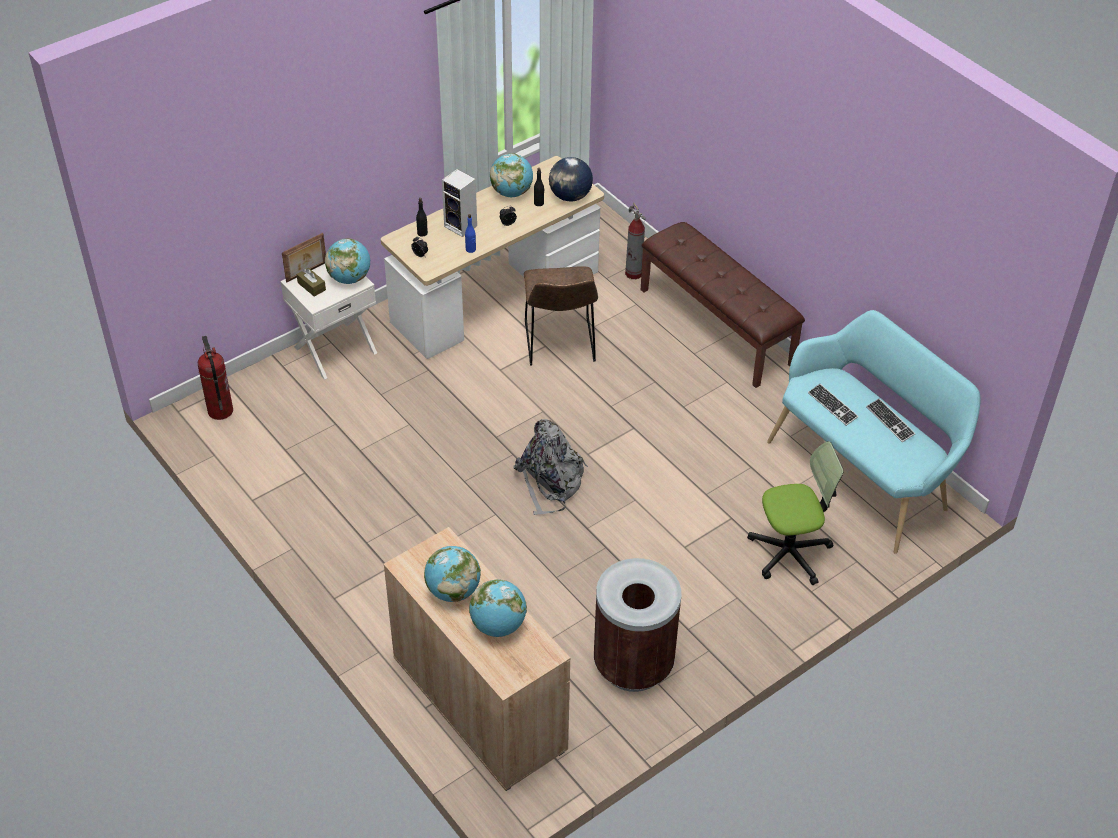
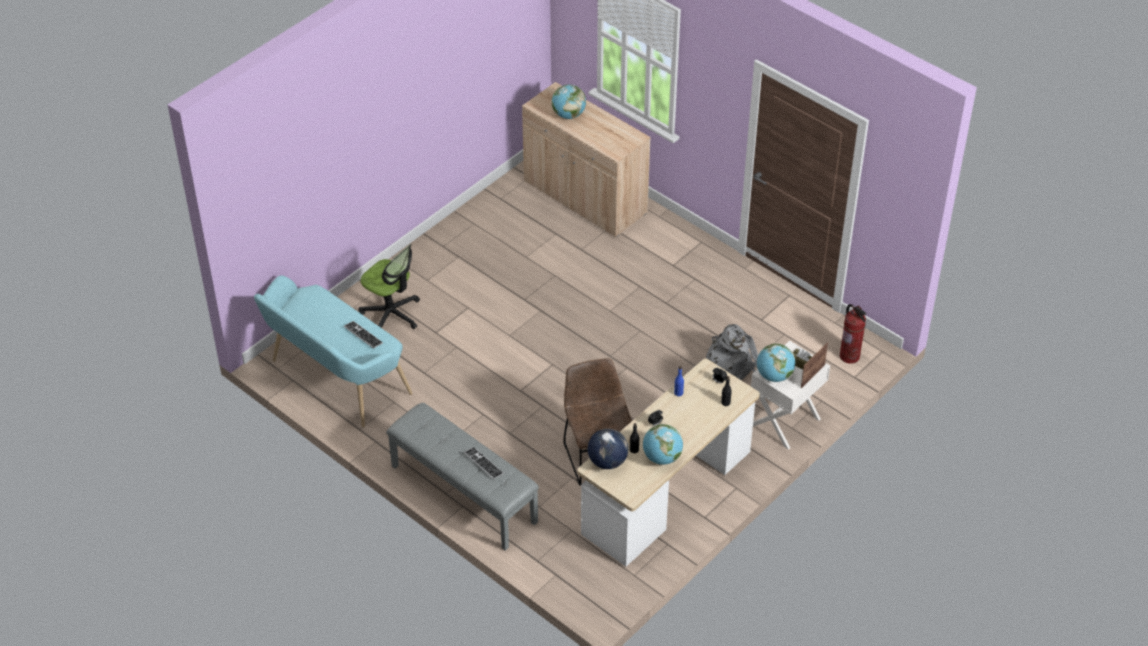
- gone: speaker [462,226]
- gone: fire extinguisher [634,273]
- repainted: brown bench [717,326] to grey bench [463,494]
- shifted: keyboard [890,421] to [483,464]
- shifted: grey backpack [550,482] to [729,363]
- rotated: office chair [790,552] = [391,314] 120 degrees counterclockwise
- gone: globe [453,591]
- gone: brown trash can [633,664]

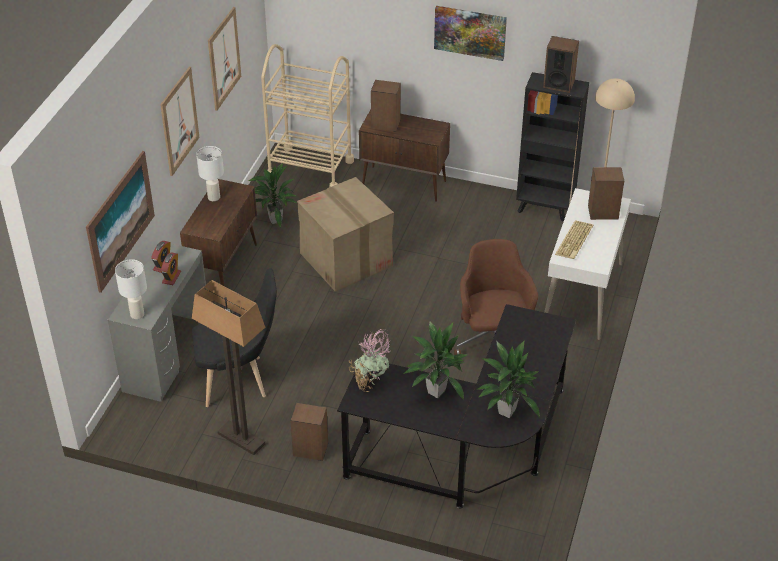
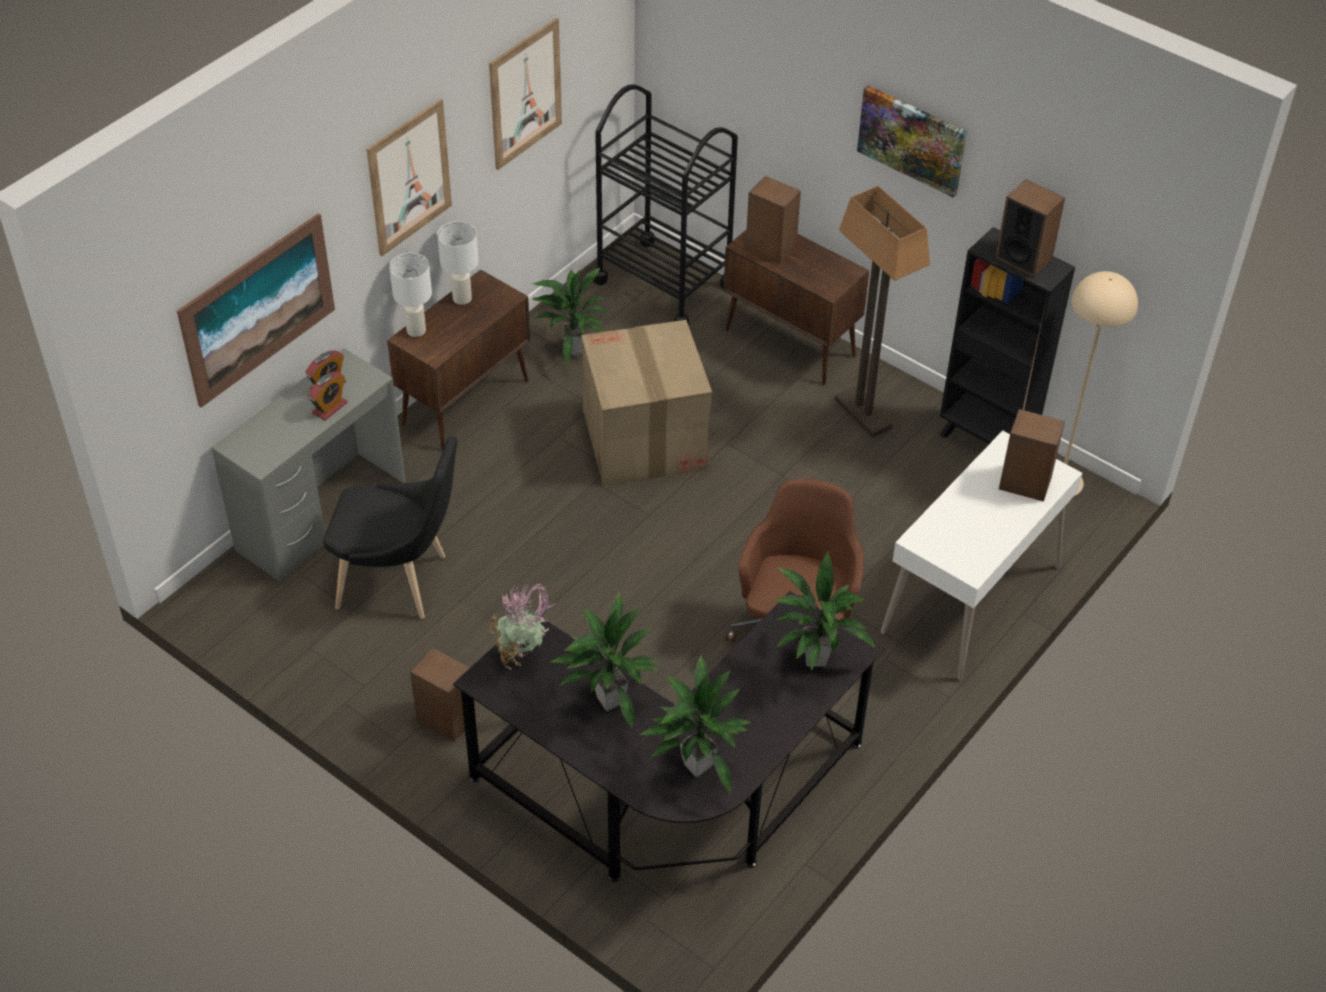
- repainted: beige cart [310,169] to black cart [664,283]
- gone: keyboard [575,241]
- shifted: white table lamp [137,314] to [416,330]
- shifted: floor lamp [240,439] to [862,413]
- new: potted plant [814,659]

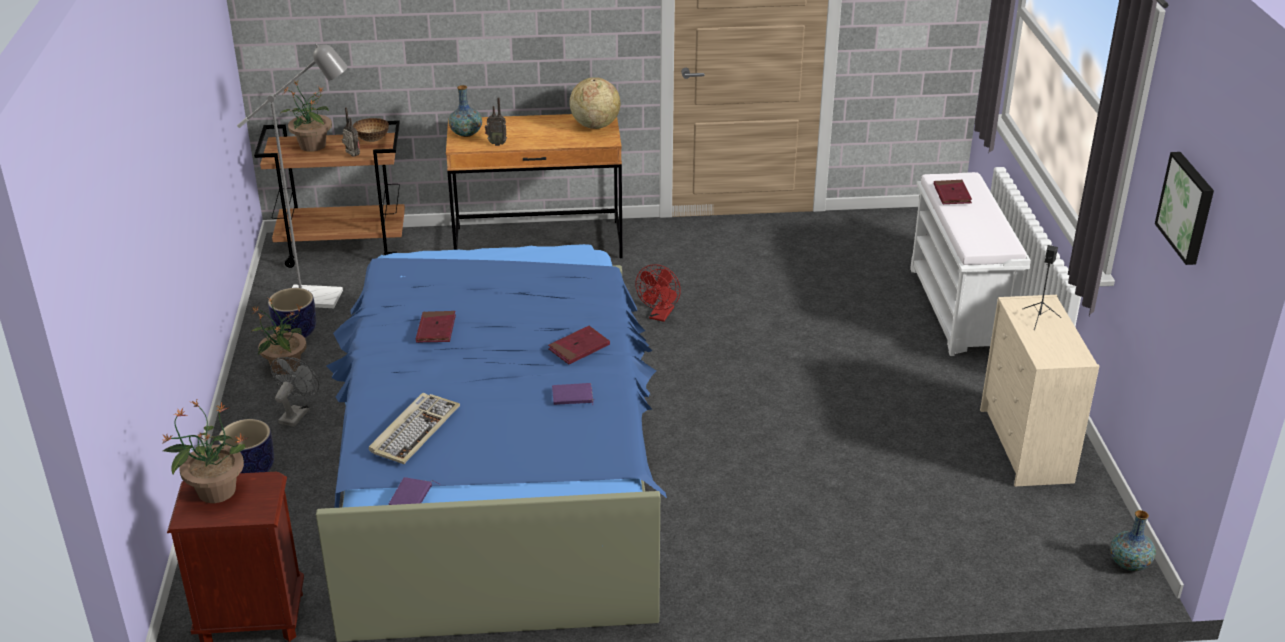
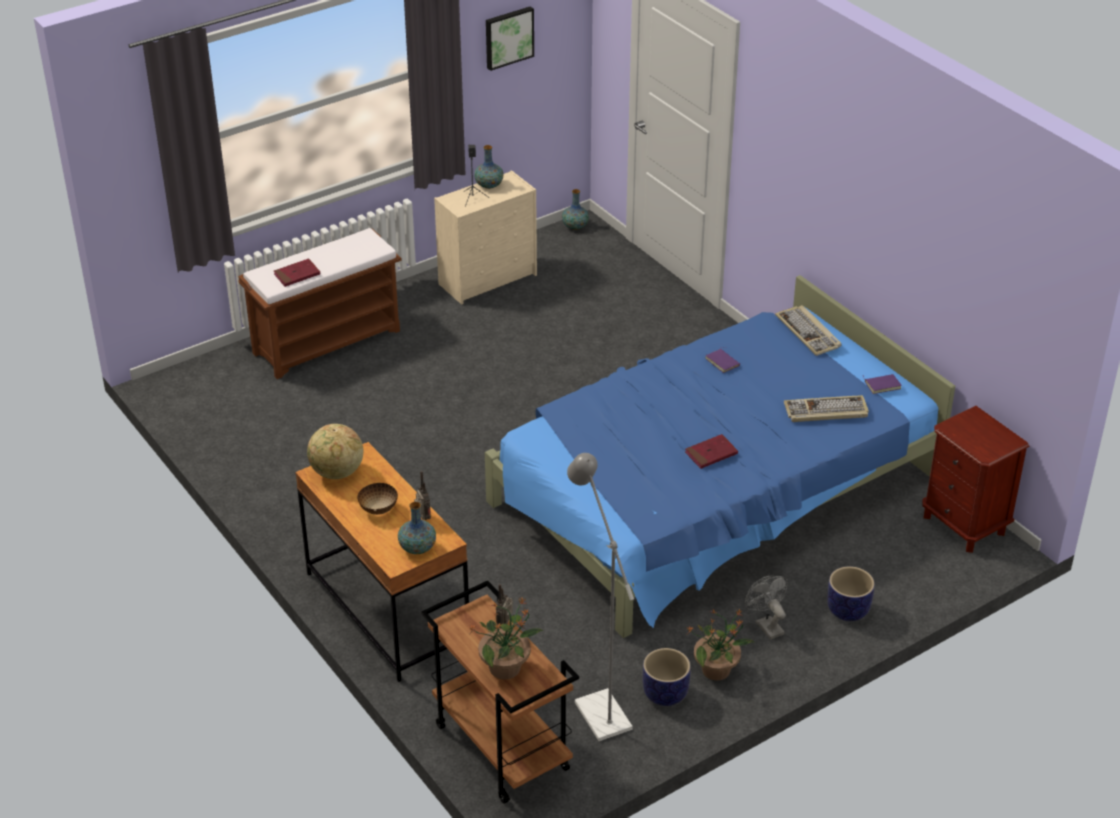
- shifted: bowl [373,139] to [378,509]
- repainted: white bench [959,310] to brown bench [328,341]
- gone: red fan [660,316]
- gone: red book [579,348]
- rotated: grey fan [296,414] = [766,625] 75 degrees clockwise
- gone: potted plant [215,491]
- new: vase [489,185]
- new: keyboard [809,333]

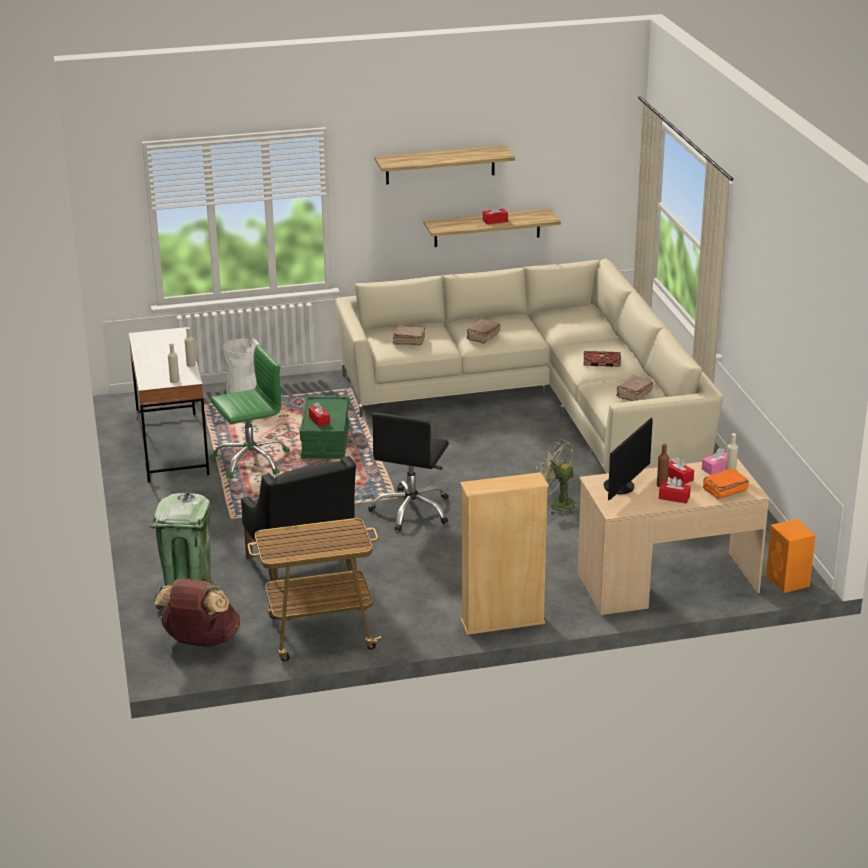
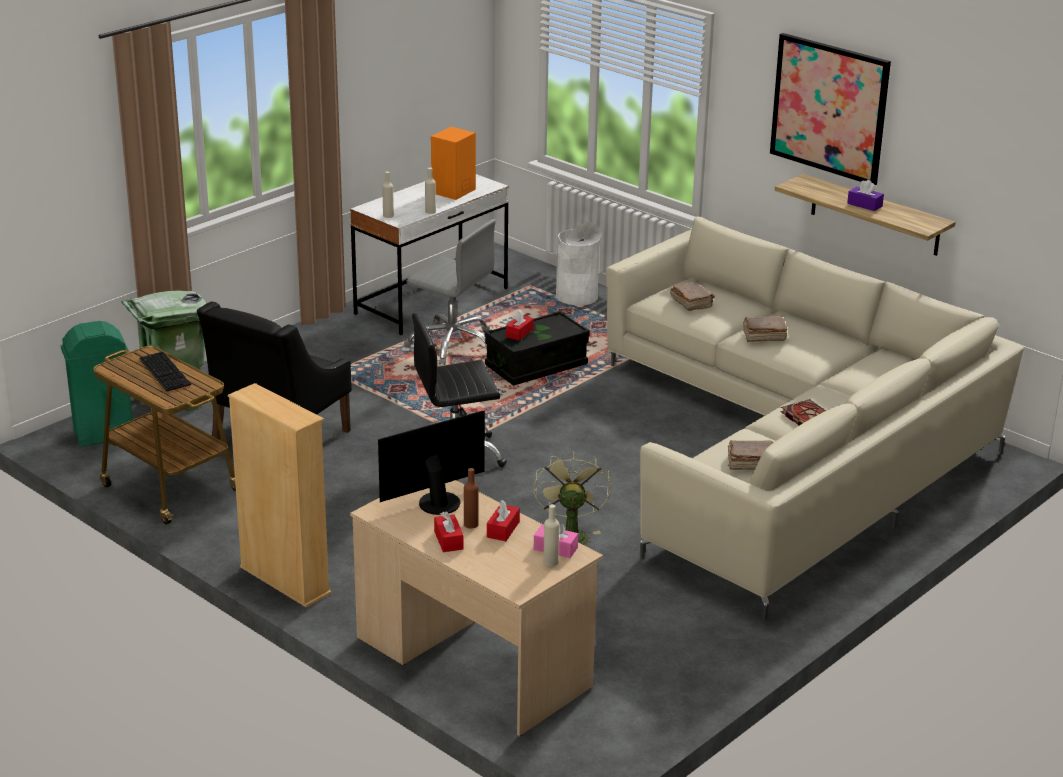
- swapped: shelf [440,165] to picture [829,108]
- repainted: red tissue box [495,221] to purple tissue box [864,205]
- repainted: green office chair [251,460] to grey office chair [453,344]
- repainted: green storage box [325,442] to black storage box [536,366]
- rotated: monitor [622,487] = [436,501] 150 degrees clockwise
- gone: orange book [724,490]
- shifted: orange speaker [788,581] to [452,191]
- swapped: brown backpack [201,641] to green trash can [103,435]
- new: keyboard [166,372]

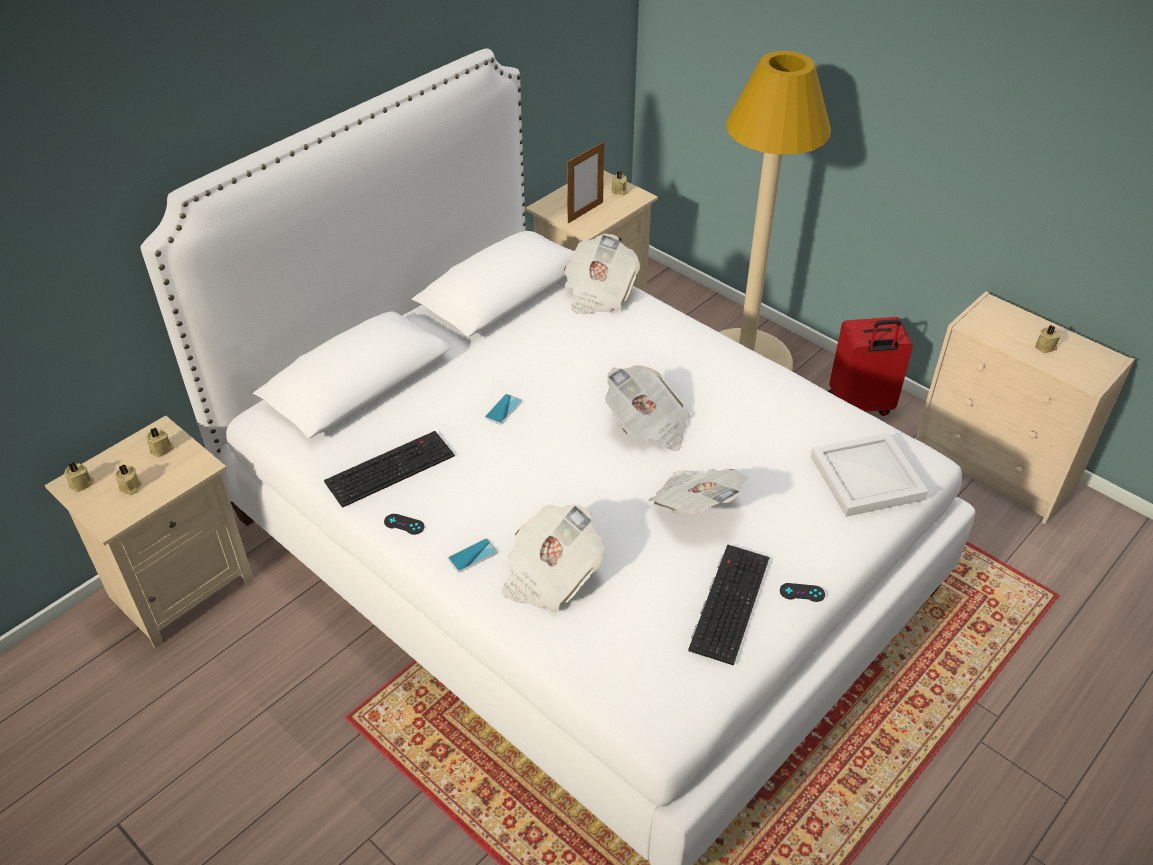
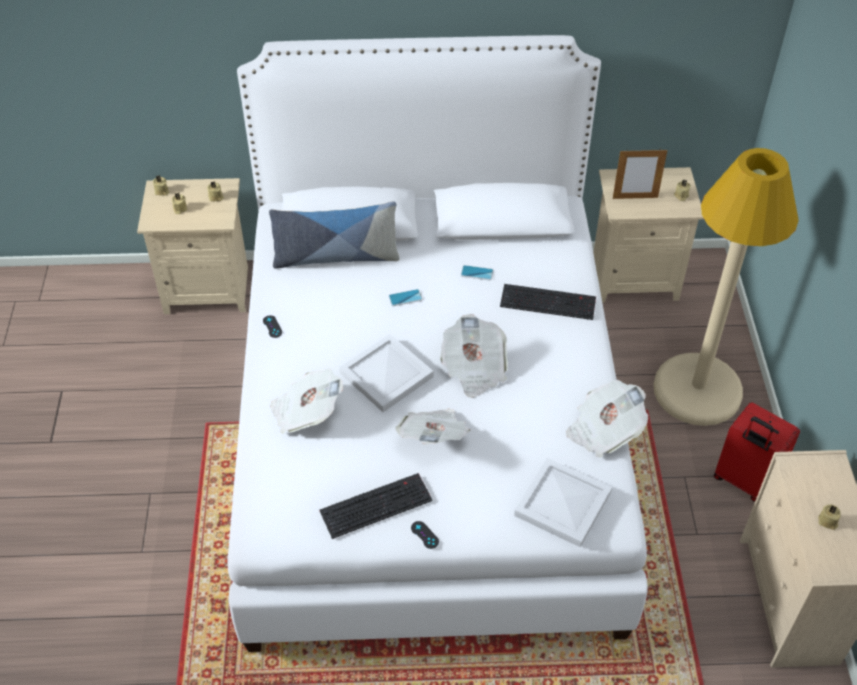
- shifted: newspaper [598,293] to [604,430]
- shifted: keyboard [390,467] to [549,301]
- shifted: phone [472,556] to [477,273]
- new: pillow [336,257]
- new: white tray [385,375]

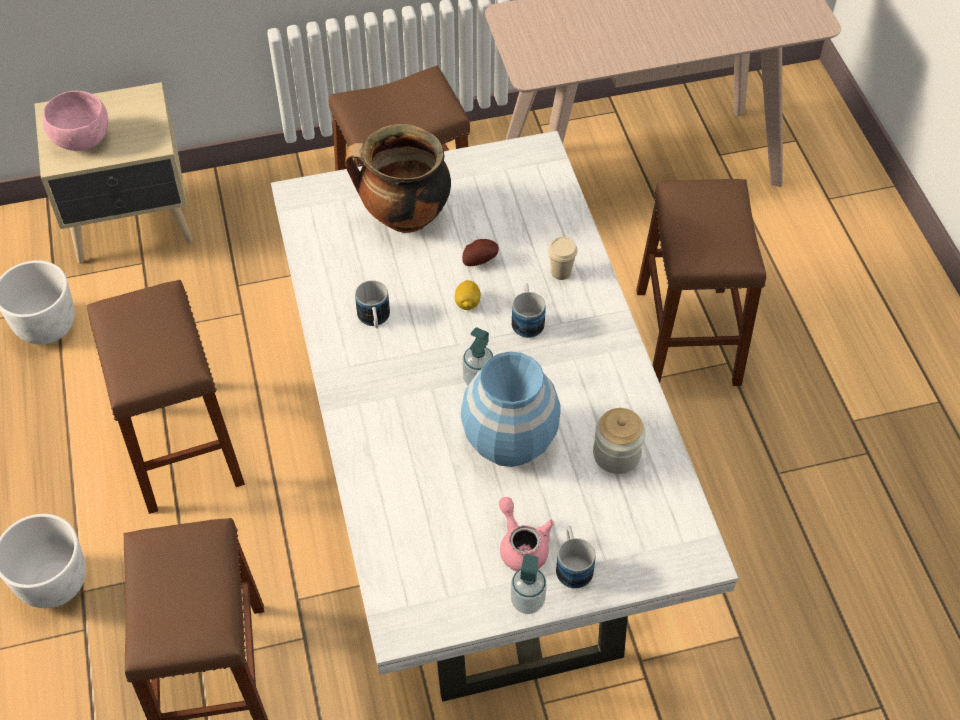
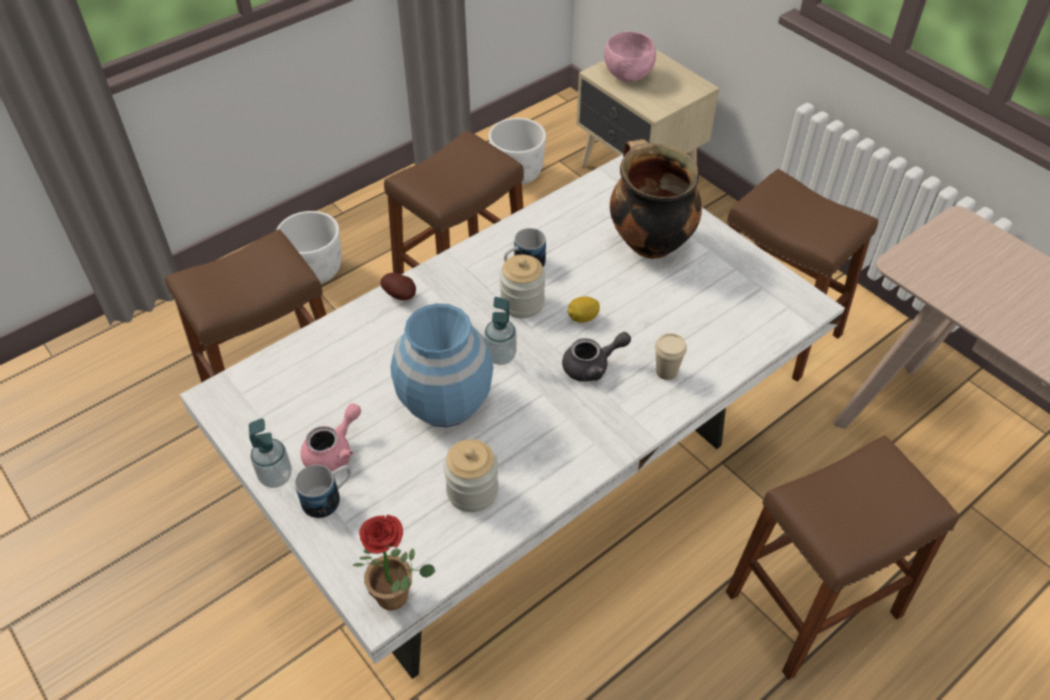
- shifted: potato [479,260] to [401,295]
- swapped: mug [527,319] to grey teapot [592,366]
- new: jar [522,303]
- new: potted plant [399,596]

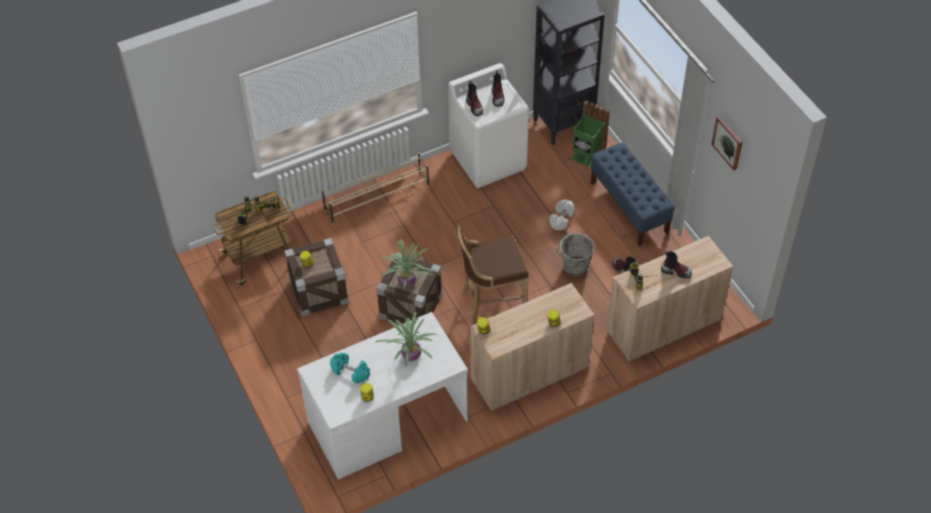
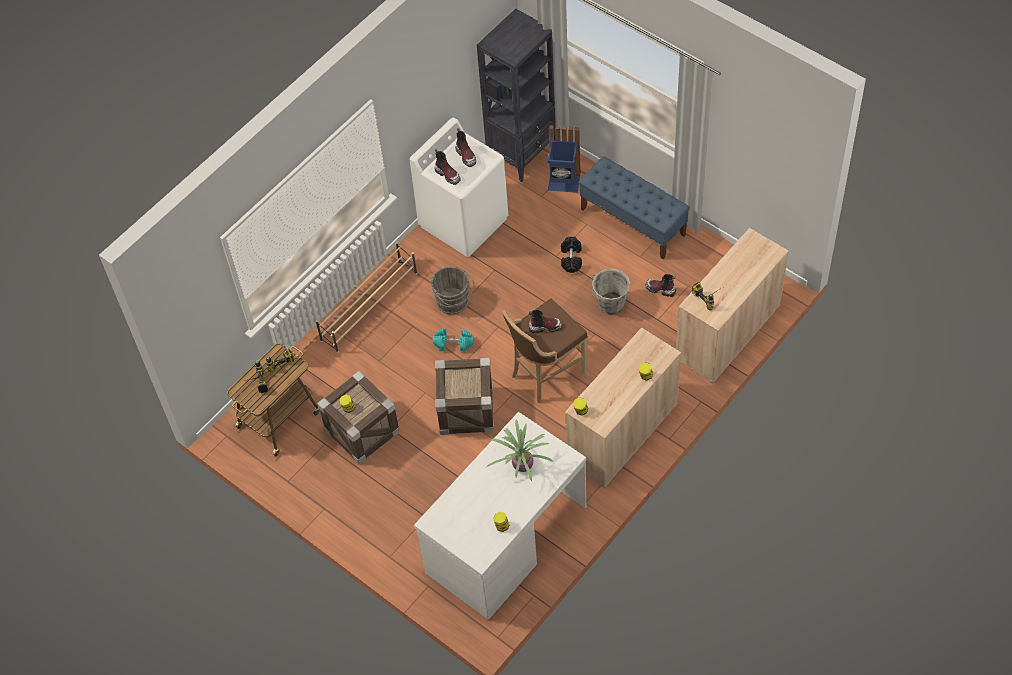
- repainted: green trash can [587,157] to blue trash can [564,182]
- gone: picture [728,142]
- repainted: white dumbbell [561,219] to black dumbbell [571,259]
- gone: potted plant [408,281]
- shifted: boot [676,271] to [545,327]
- shifted: turquoise dumbbell [350,372] to [453,343]
- new: grey bucket [454,303]

